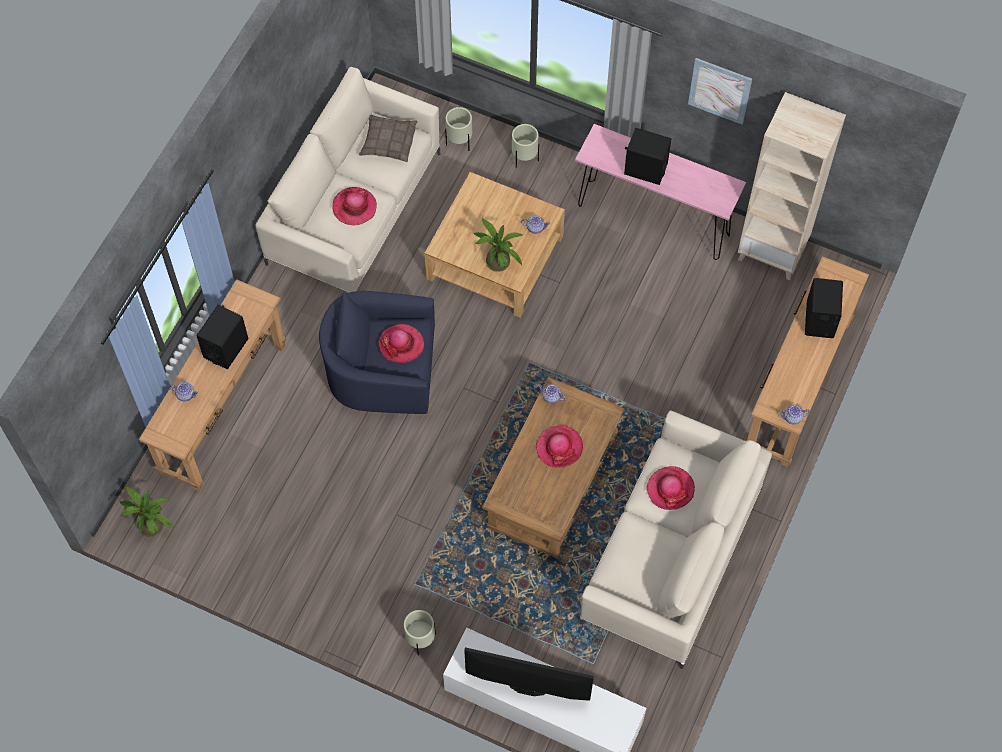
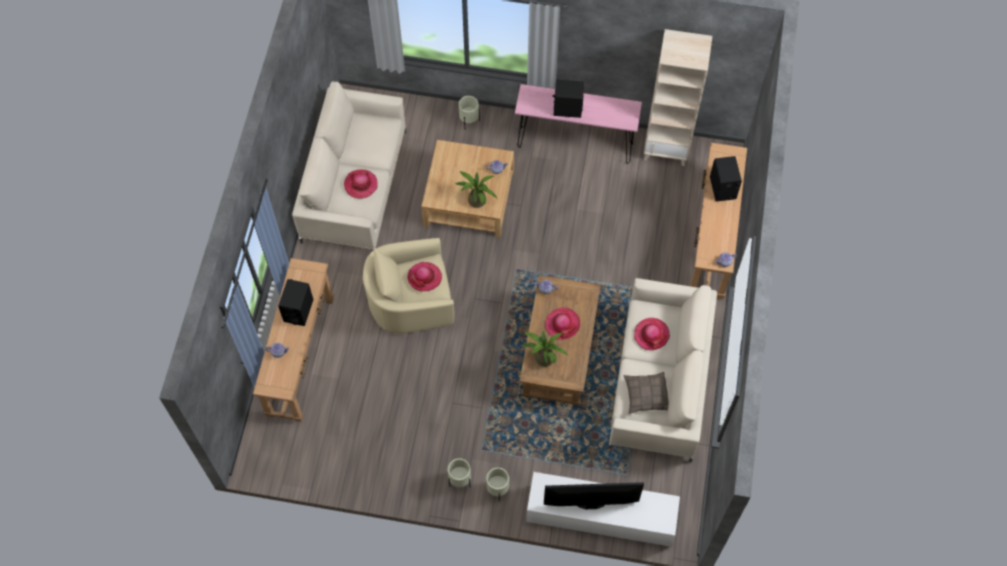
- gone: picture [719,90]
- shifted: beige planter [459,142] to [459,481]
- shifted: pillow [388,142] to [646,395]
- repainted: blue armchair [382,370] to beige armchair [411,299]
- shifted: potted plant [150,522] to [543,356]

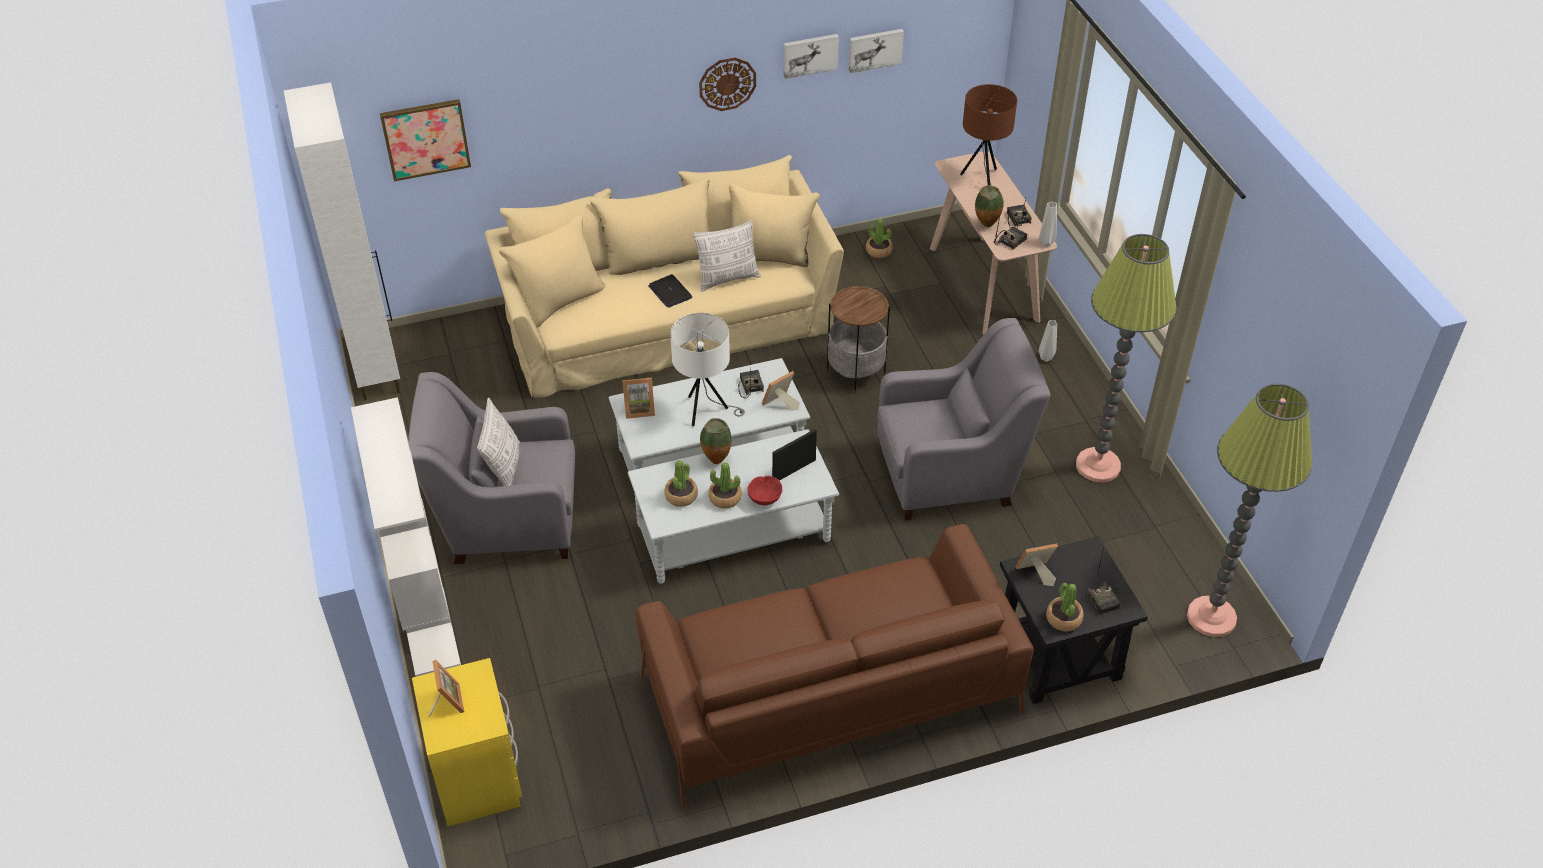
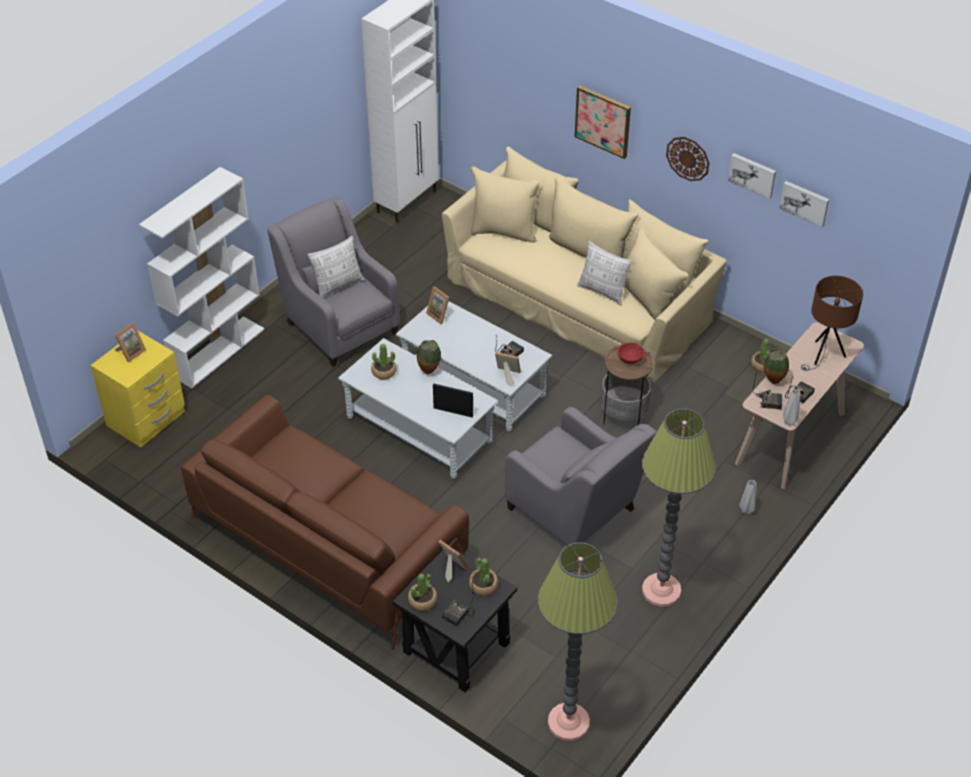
- shifted: picture [425,139] to [603,121]
- gone: laptop [670,292]
- gone: white table lamp [706,411]
- shifted: potted plant [725,498] to [483,585]
- shifted: red bowl [764,498] to [630,359]

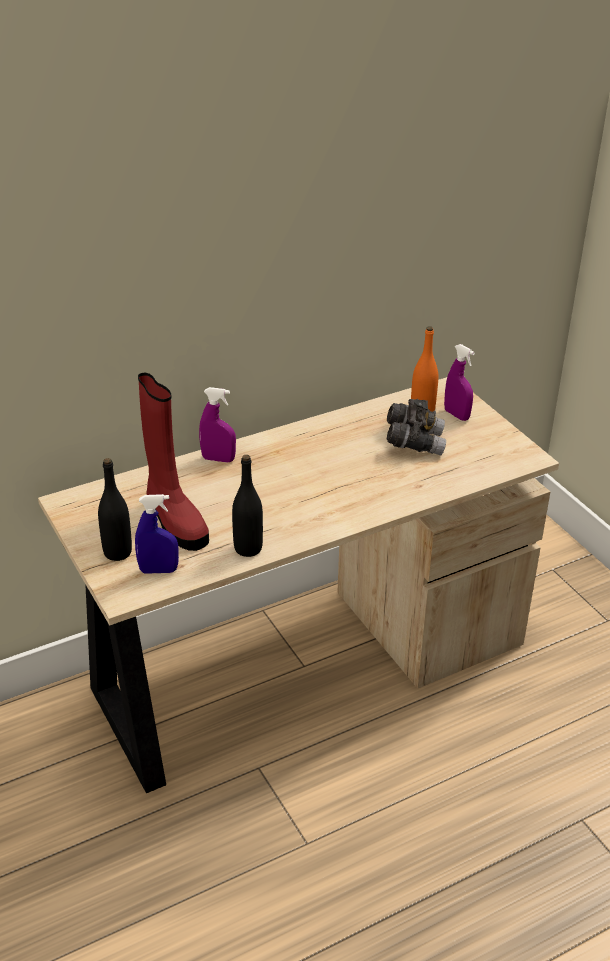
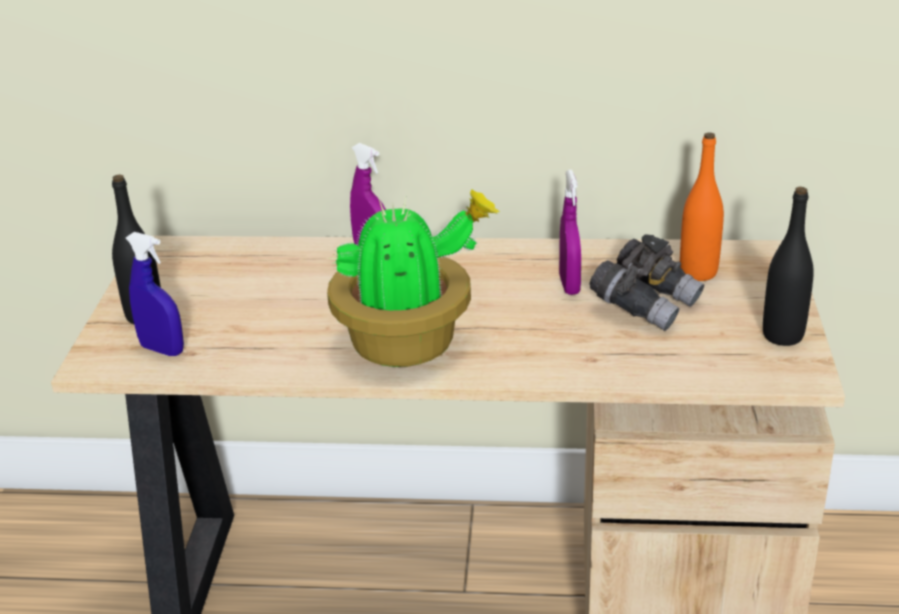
- shifted: purple spray bottle [456,415] to [569,285]
- gone: red boot [174,521]
- shifted: black bottle [248,548] to [782,336]
- new: potted plant [409,343]

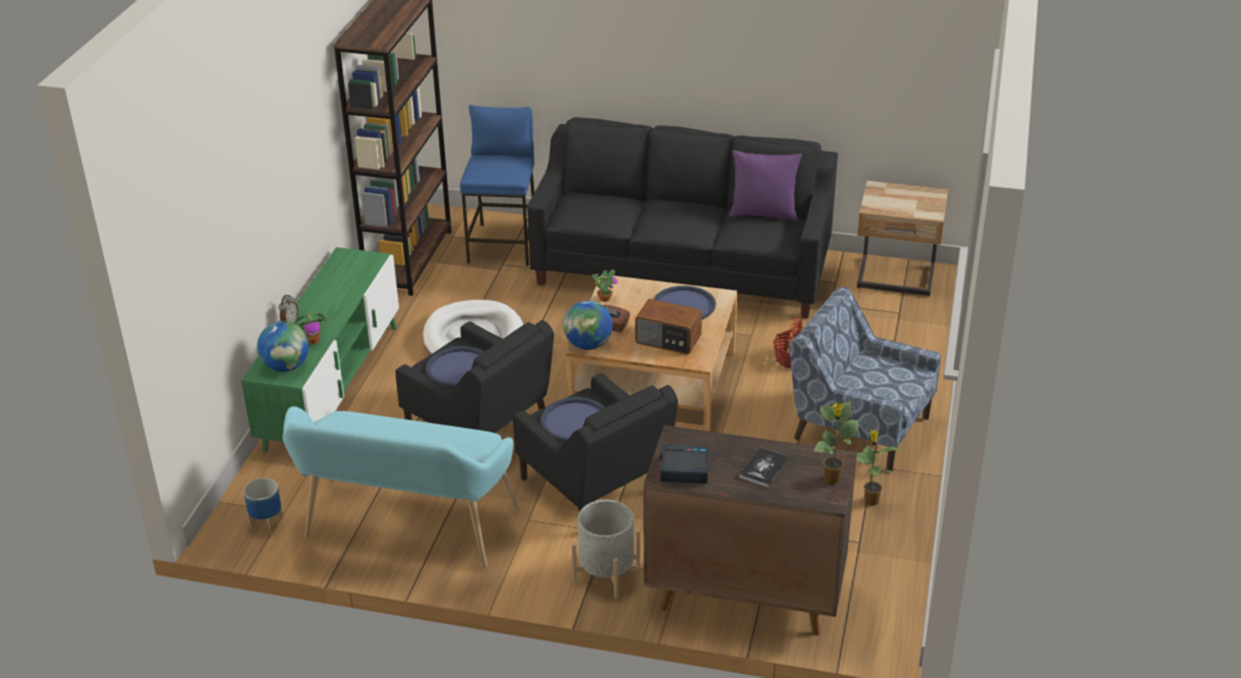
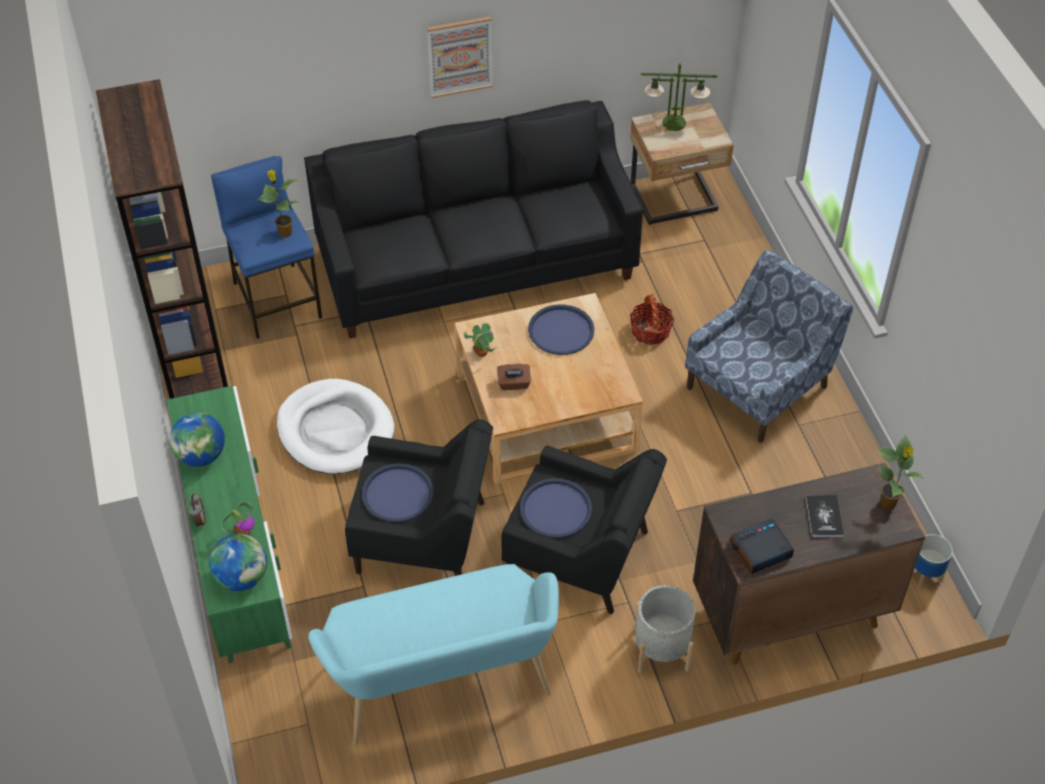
- gone: purple pillow [763,214]
- rotated: blue armchair [859,427] = [759,386] 135 degrees clockwise
- gone: radio [668,340]
- shifted: globe [588,345] to [201,456]
- shifted: potted plant [870,500] to [284,232]
- shifted: planter [266,523] to [926,574]
- new: picture [459,56]
- new: table lamp [674,123]

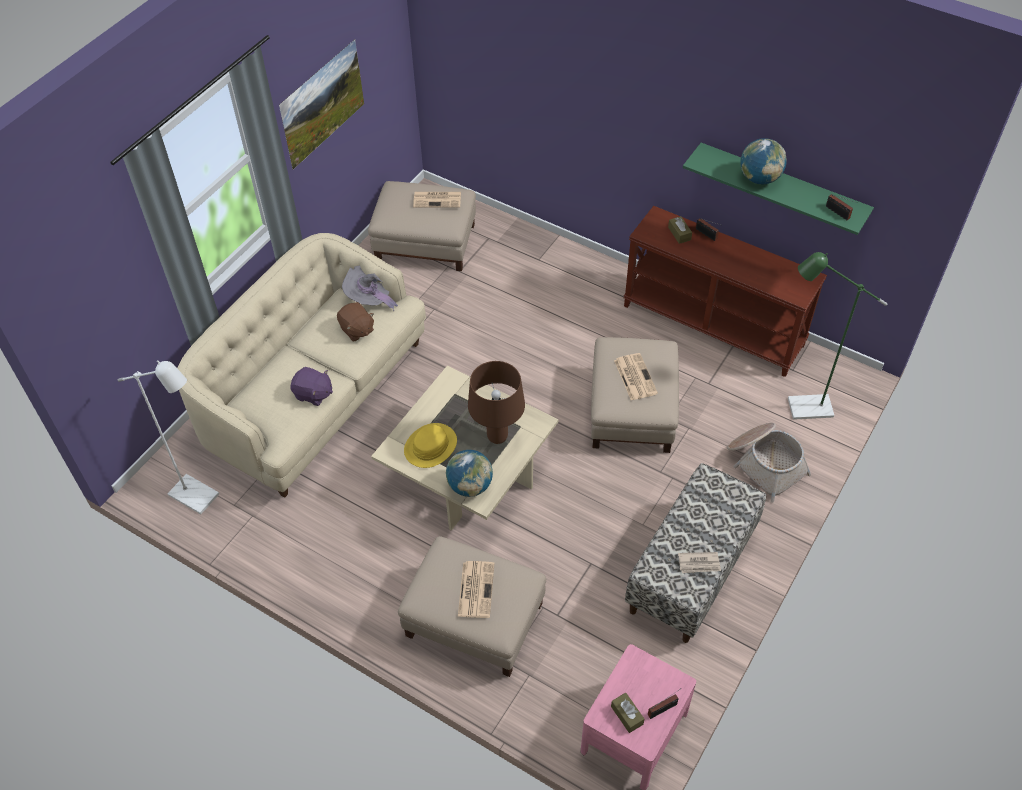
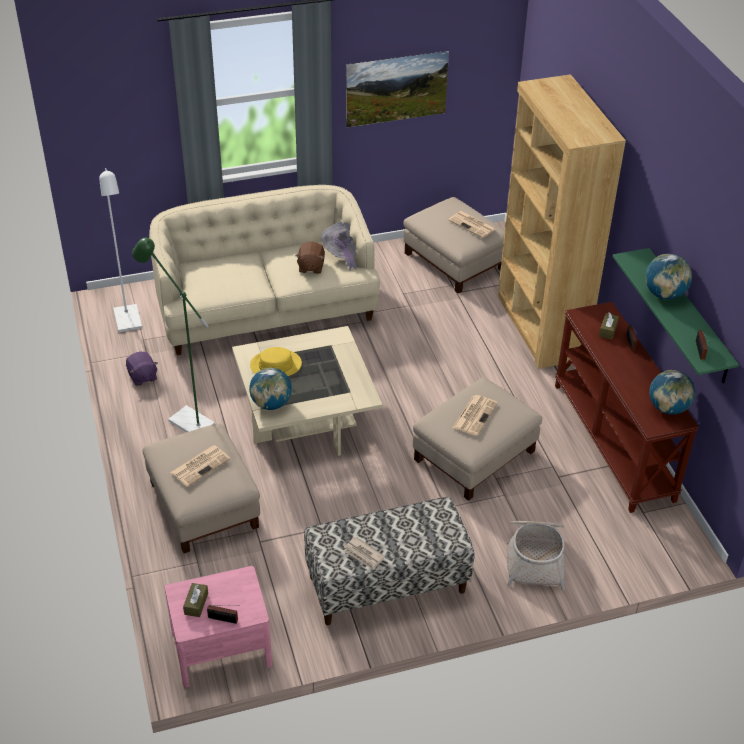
- shifted: green floor lamp [801,408] to [185,419]
- gone: brown table lamp [497,437]
- shifted: purple plush toy [313,394] to [142,377]
- new: brown bookcase [540,327]
- new: globe [668,408]

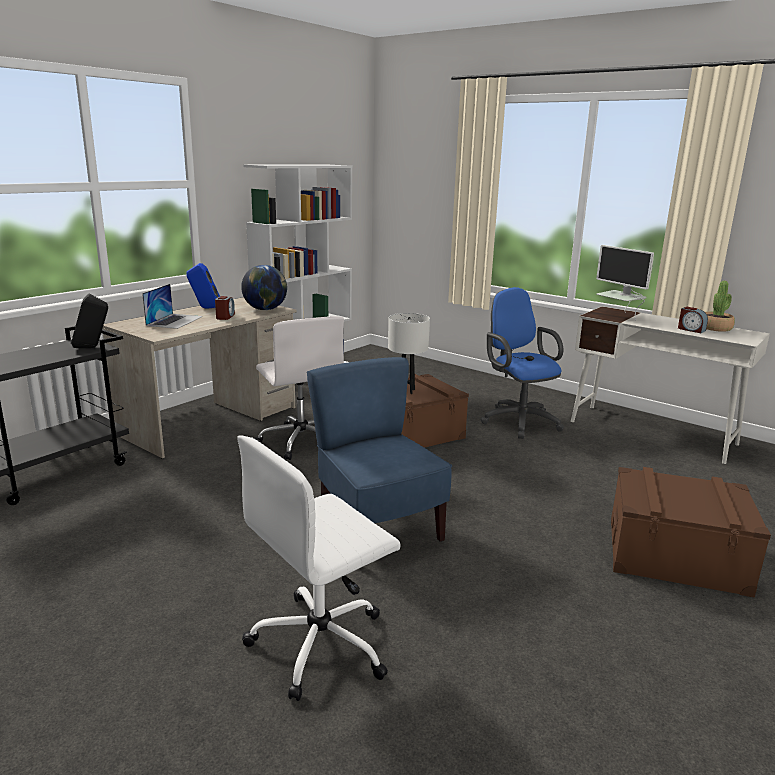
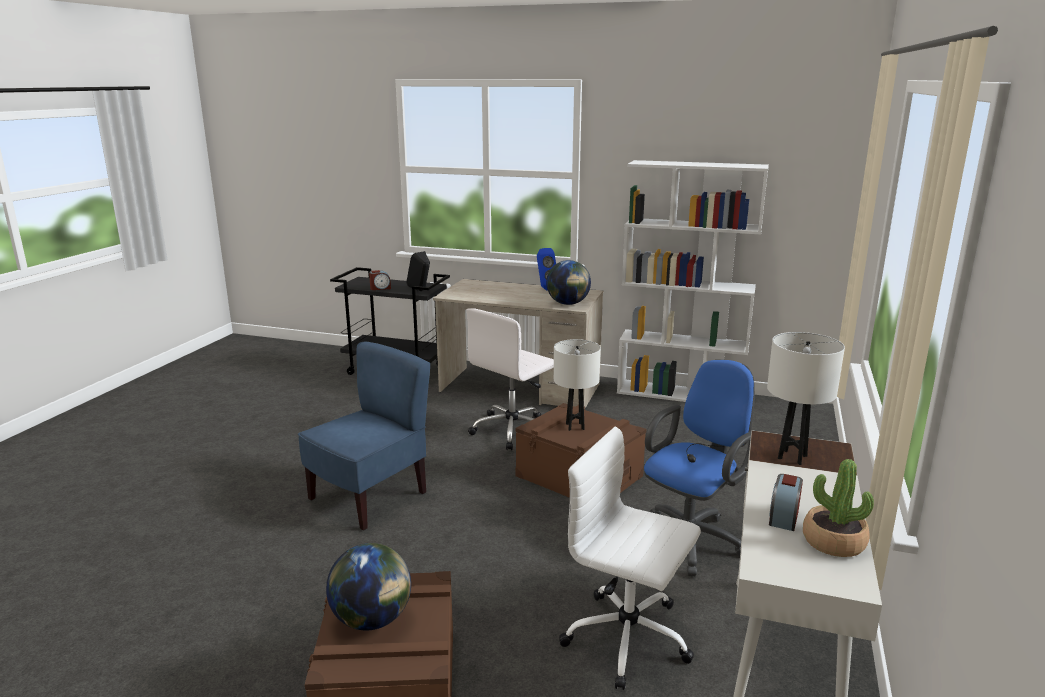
- swapped: monitor [619,316] to white table lamp [792,457]
- gone: laptop [174,321]
- shifted: alarm clock [225,317] to [380,288]
- shifted: white office chair [322,643] to [629,639]
- new: globe [372,619]

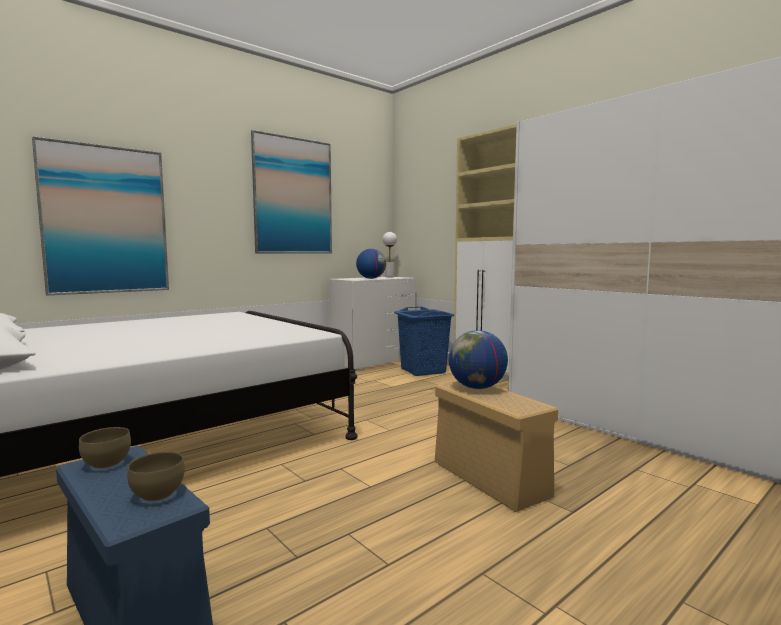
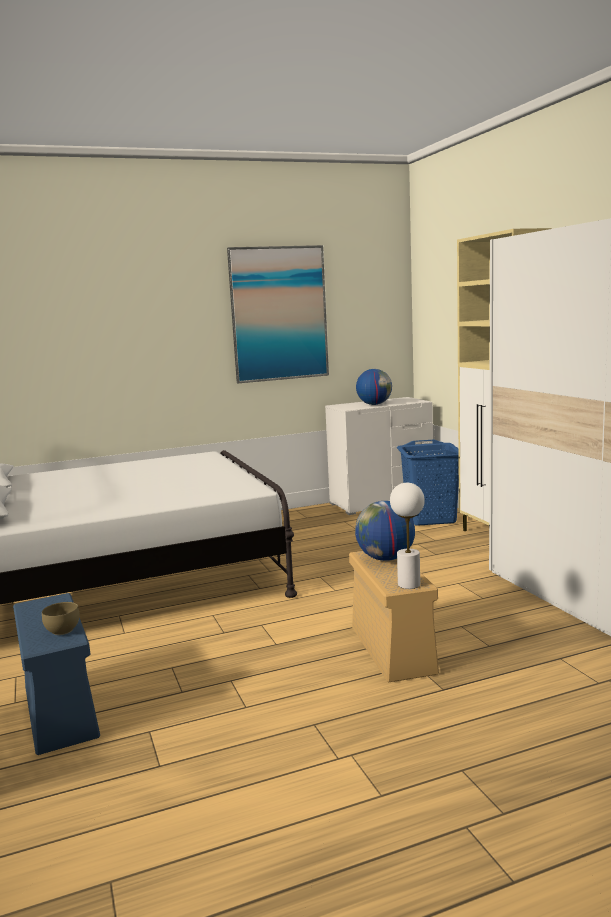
- gone: picture [106,220]
- shifted: white table lamp [389,277] to [408,584]
- gone: brown bowl [105,463]

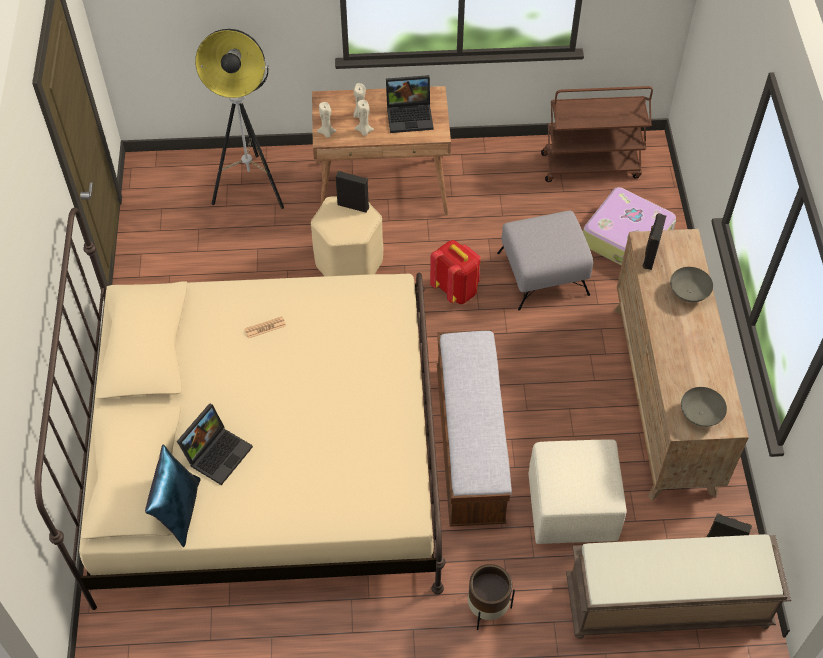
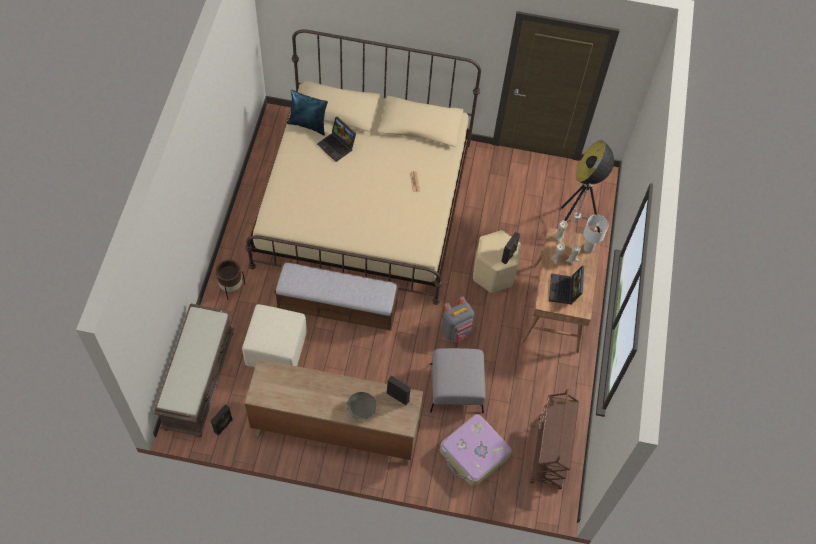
- repainted: red backpack [456,289] to grey backpack [456,330]
- gone: grey bowl [701,415]
- new: white table lamp [588,248]

